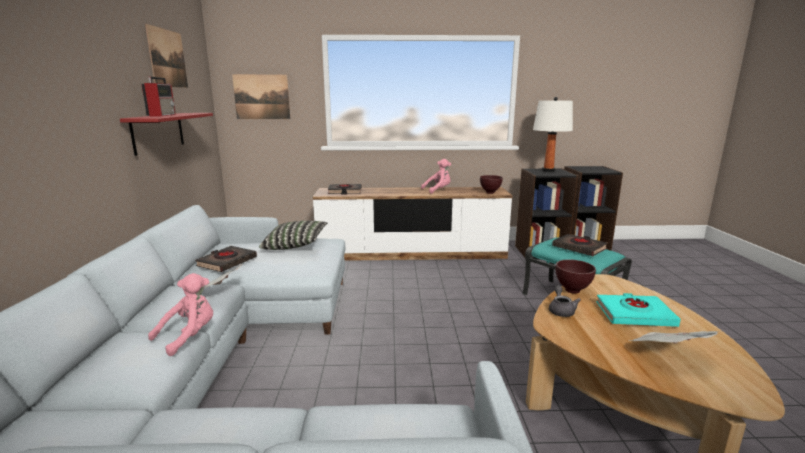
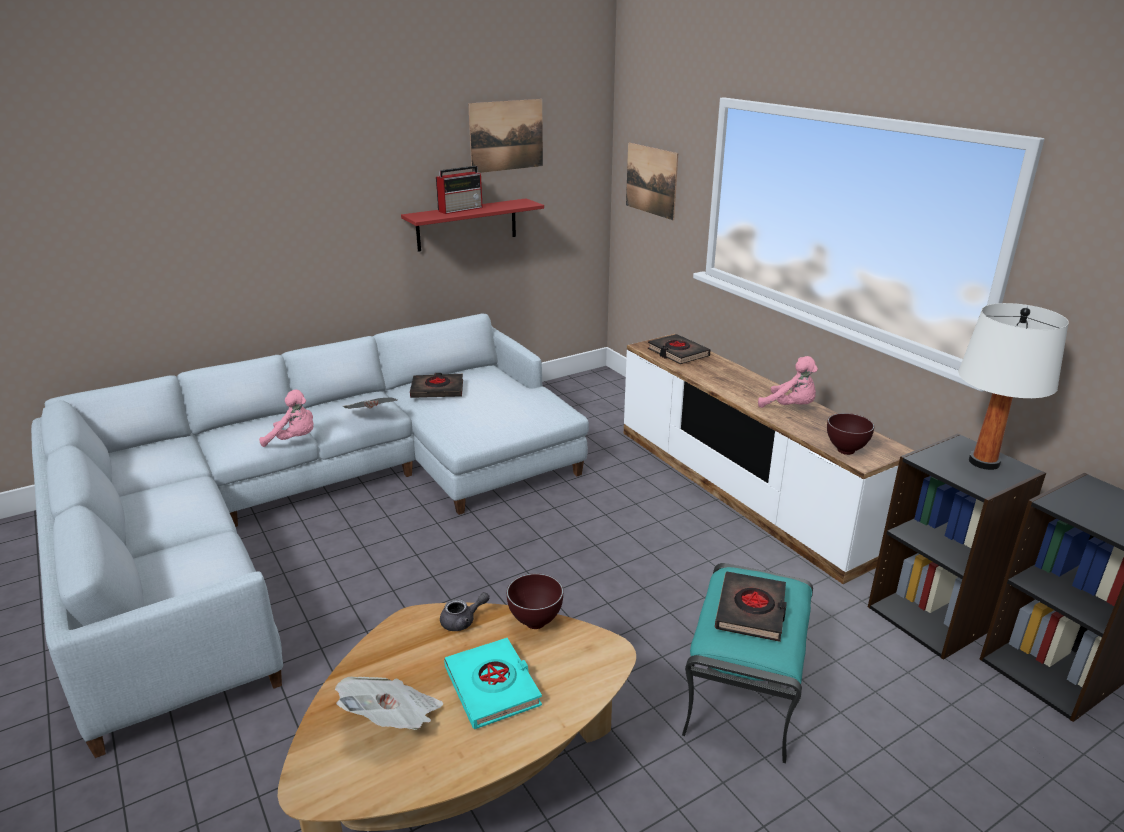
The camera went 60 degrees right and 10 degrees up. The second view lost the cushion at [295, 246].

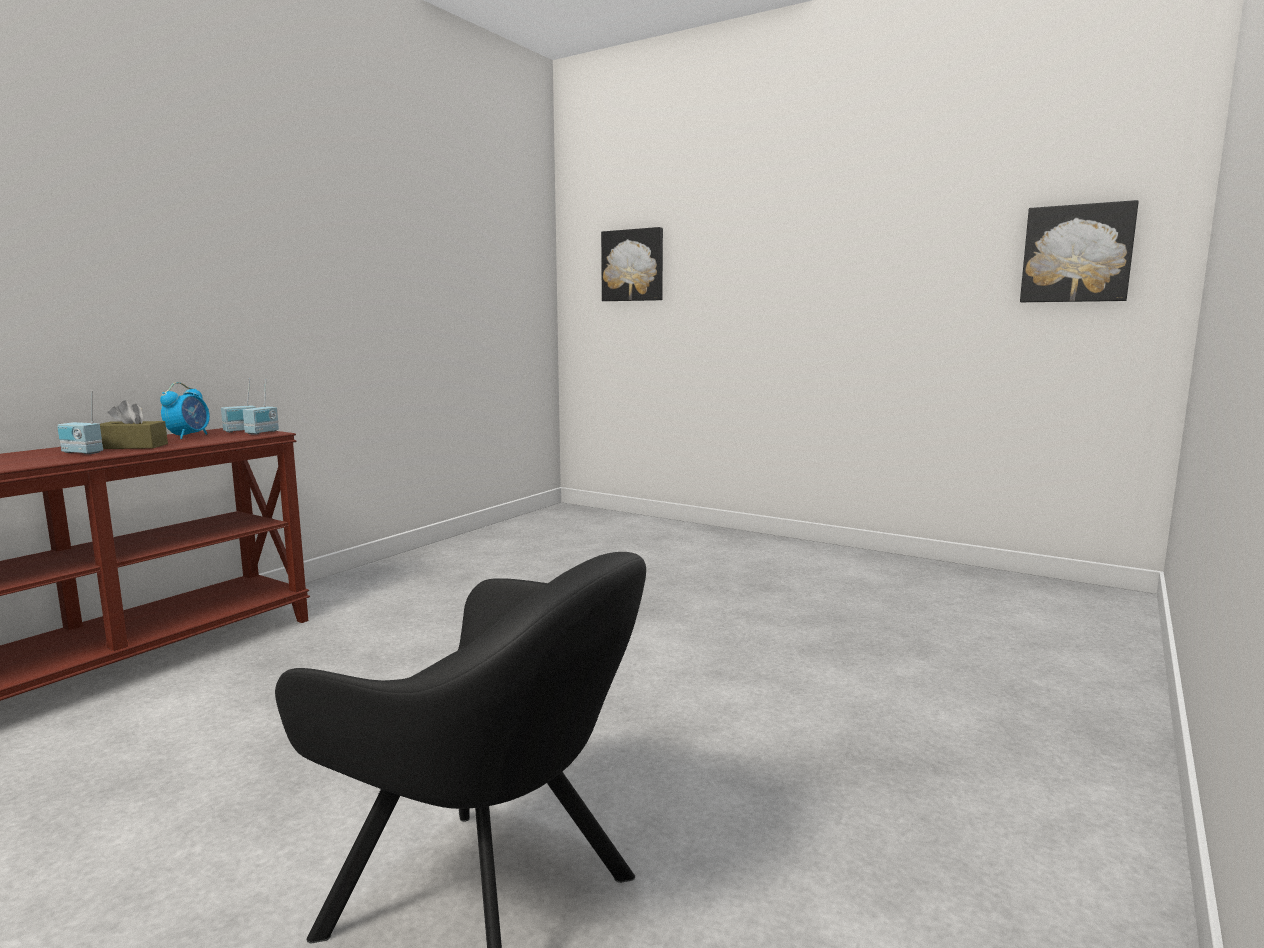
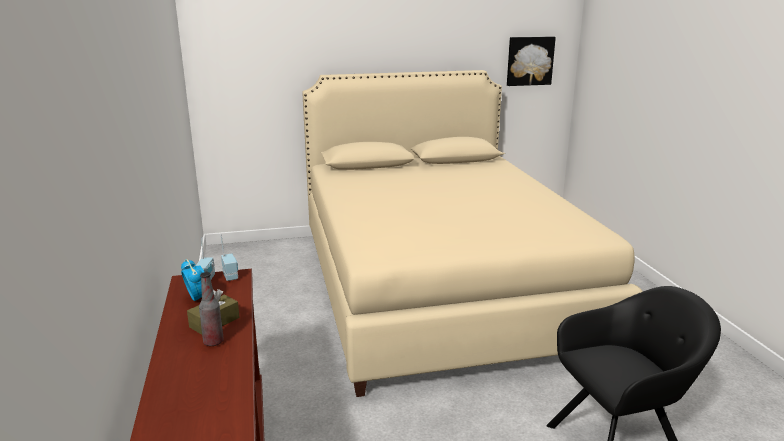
The camera went 45 degrees left and 10 degrees up. Where the radio set stood at [81, 453], the beverage bottle came to stand at [213, 342]. The second view lost the wall picture at [633, 265]. The second view gained the bedroom bed in beige at [439, 287].

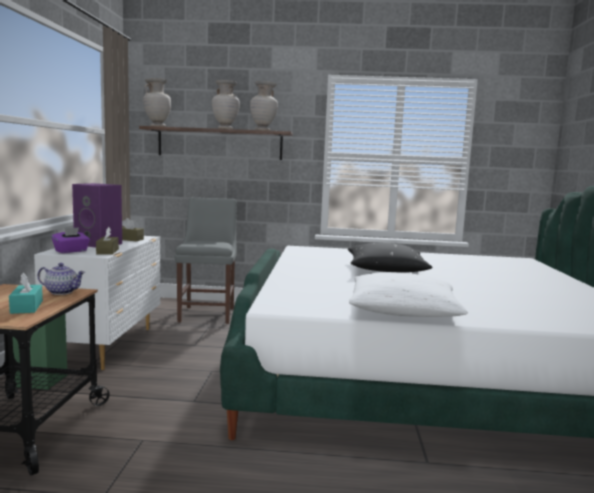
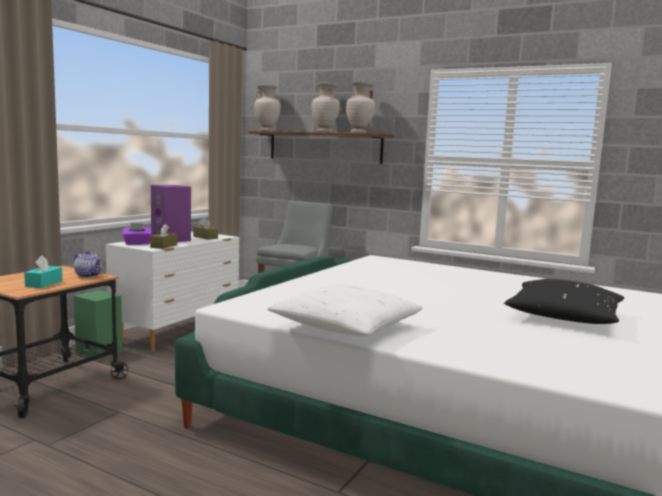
The camera went 25 degrees right and 0 degrees up. The cushion in black ended up elsewhere, having gone from [386, 270] to [563, 317].

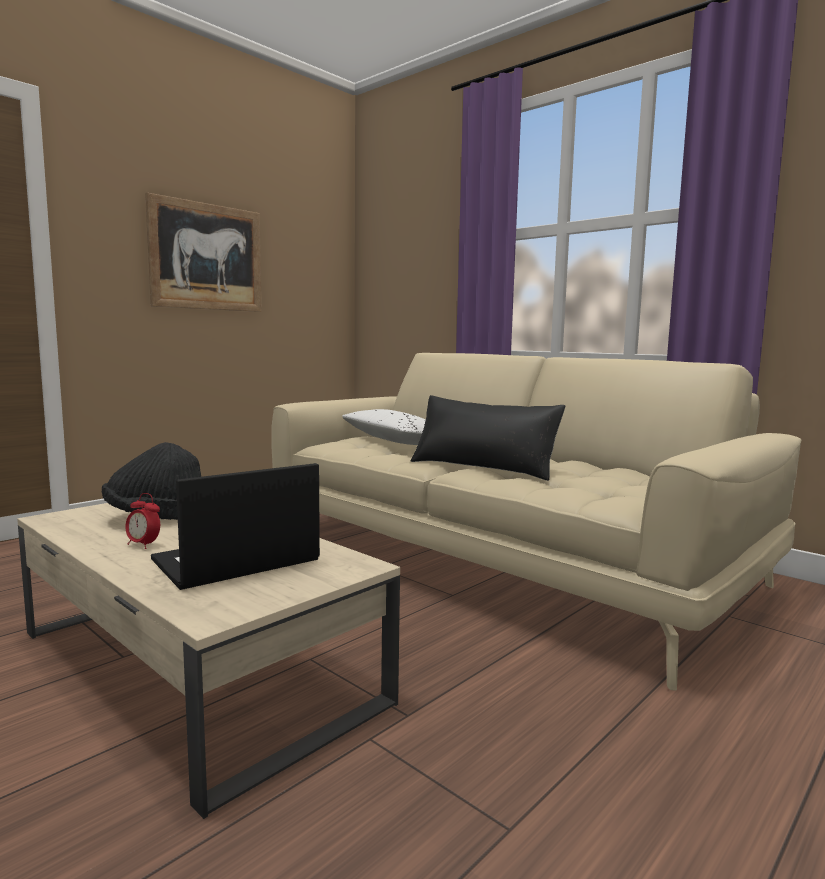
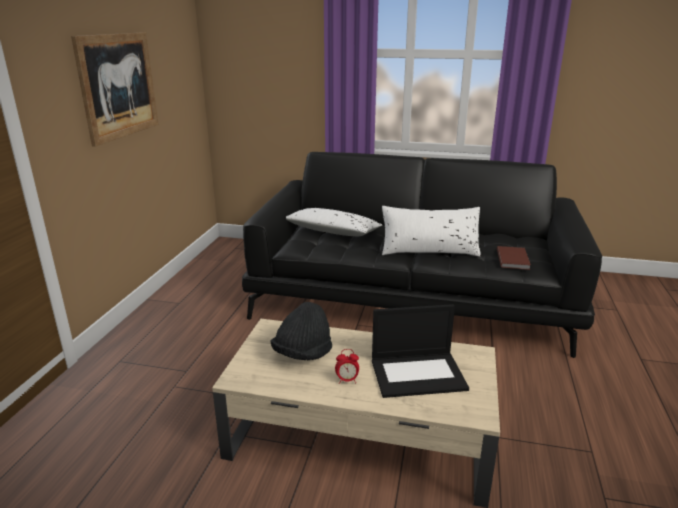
The camera went 30 degrees left and 15 degrees up. The laptop at [235, 561] ended up facing another way, 120 degrees counterclockwise from before. What was the settee in beige at [498, 560] turned into the settee in black at [413, 297]. What was the cushion in black at [483, 467] turned into the cushion in whitish at [429, 251]. The second view gained the volume in brownish at [513, 259].

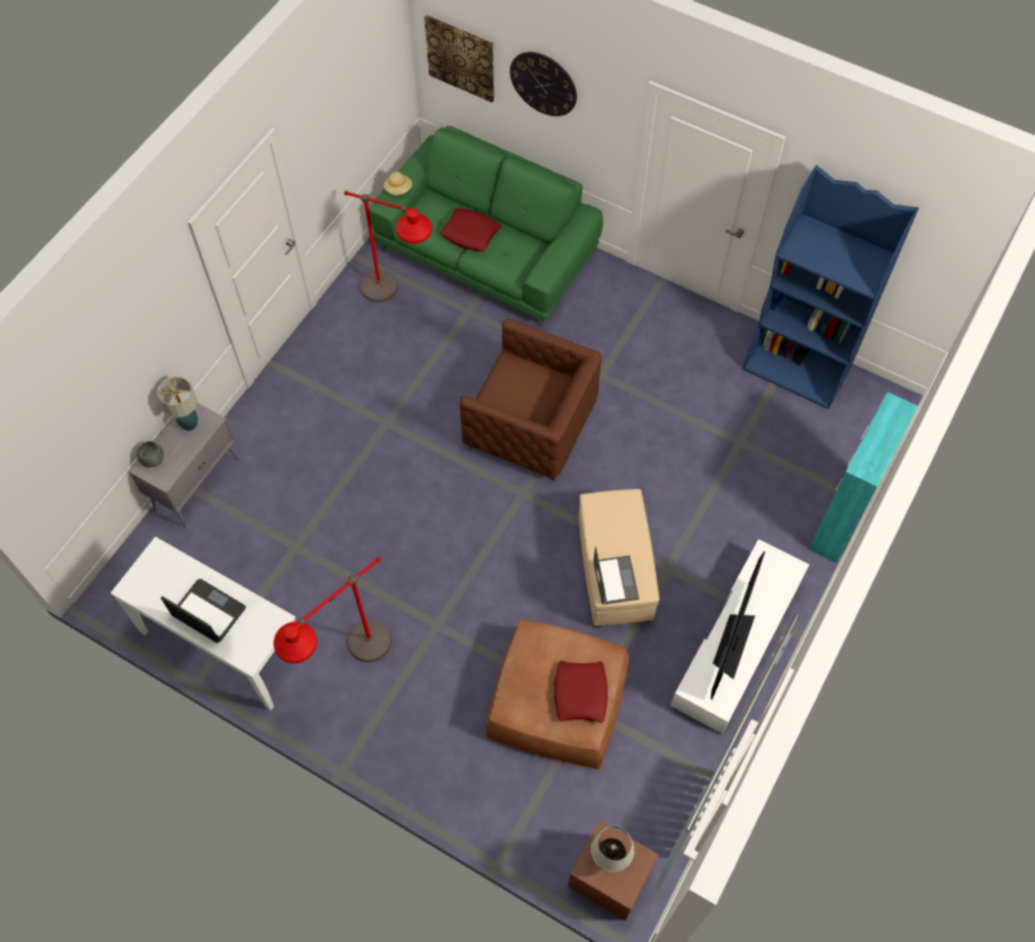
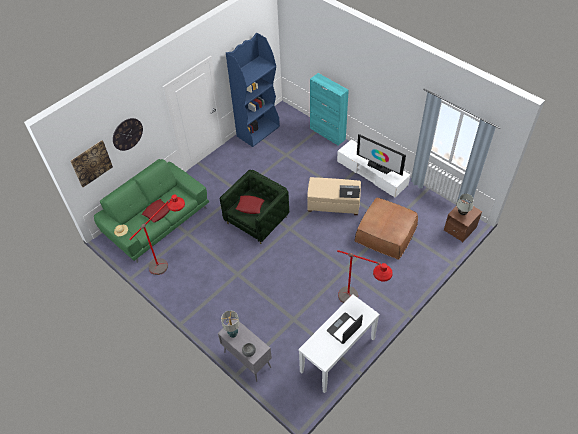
The camera went 75 degrees left and 10 degrees down. What was the lounge chair in brownish at [530, 426] turned into the lounge chair in green-coloured at [257, 220]. The cushion in red ended up elsewhere, having gone from [580, 694] to [250, 206].

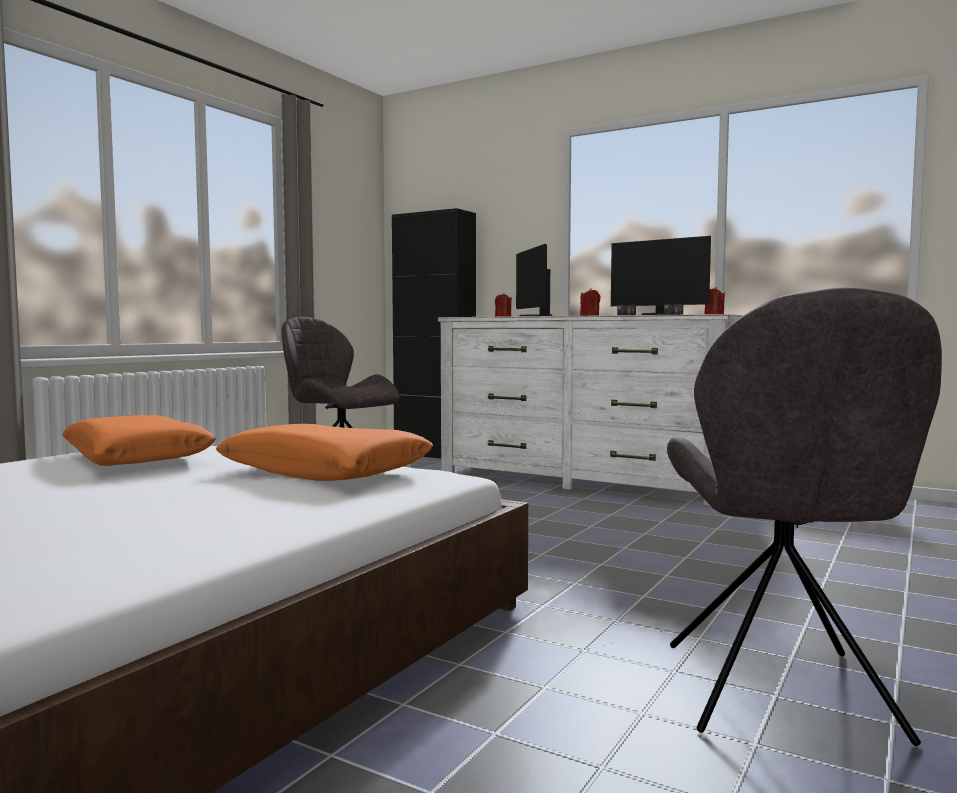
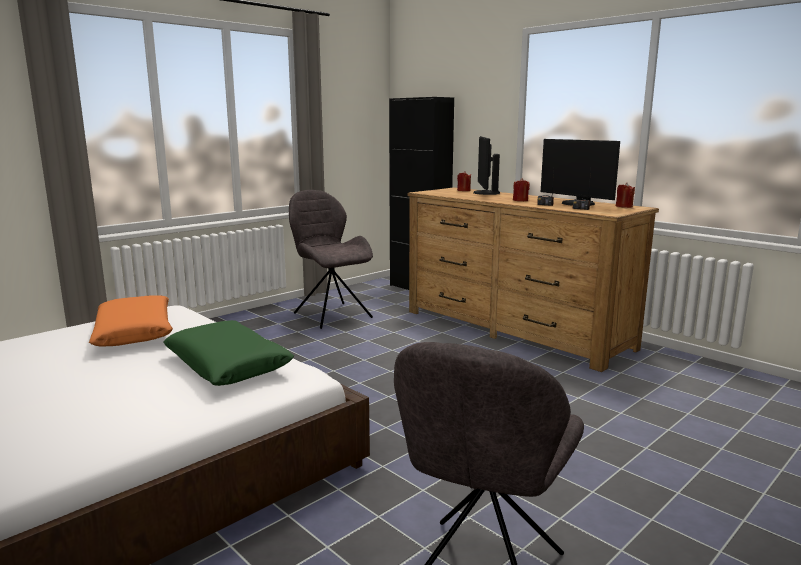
The camera went 15 degrees right and 10 degrees up. What was the cushion in orange-coloured at [324, 472] turned into the cushion in green-coloured at [228, 365]. What was the drawer chest in whitish at [585, 481] turned into the drawer chest in brownish at [514, 329].

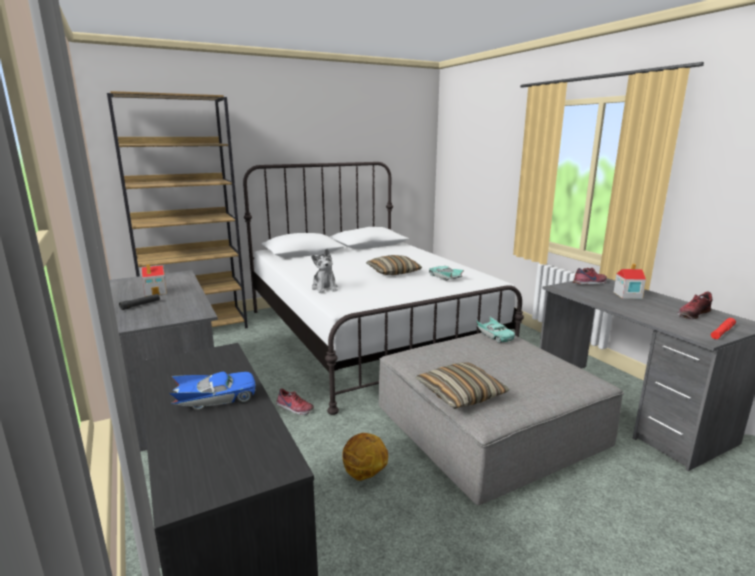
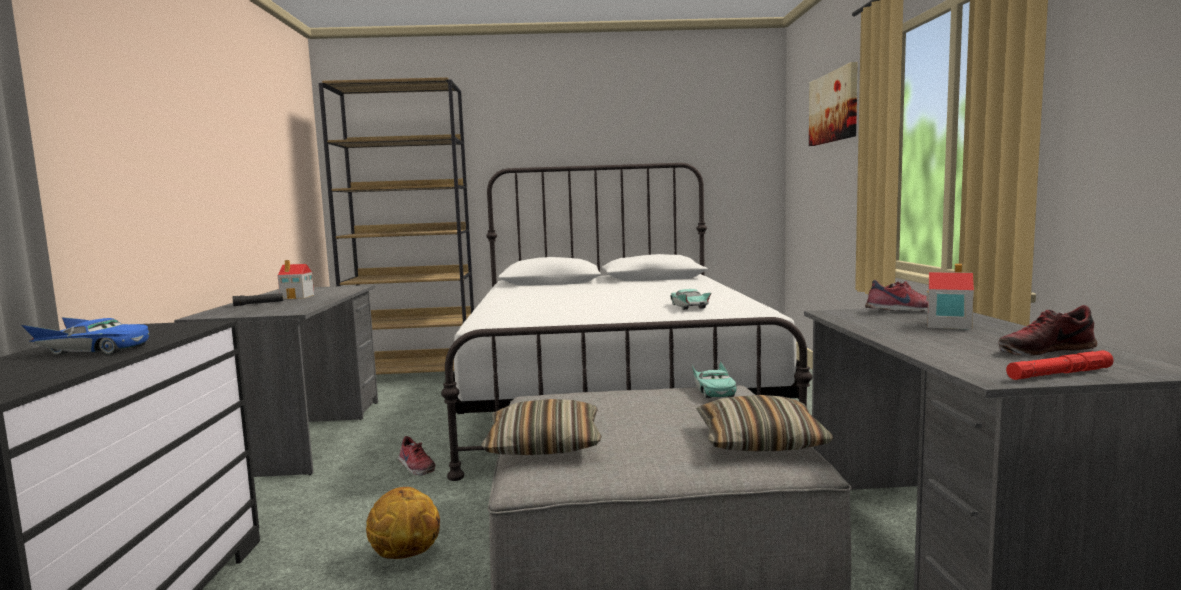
The camera went 25 degrees right and 10 degrees down. The second view lost the cuddly toy at [325, 288]. The cushion ended up elsewhere, having gone from [393, 272] to [759, 441]. The second view gained the wall picture at [834, 107].

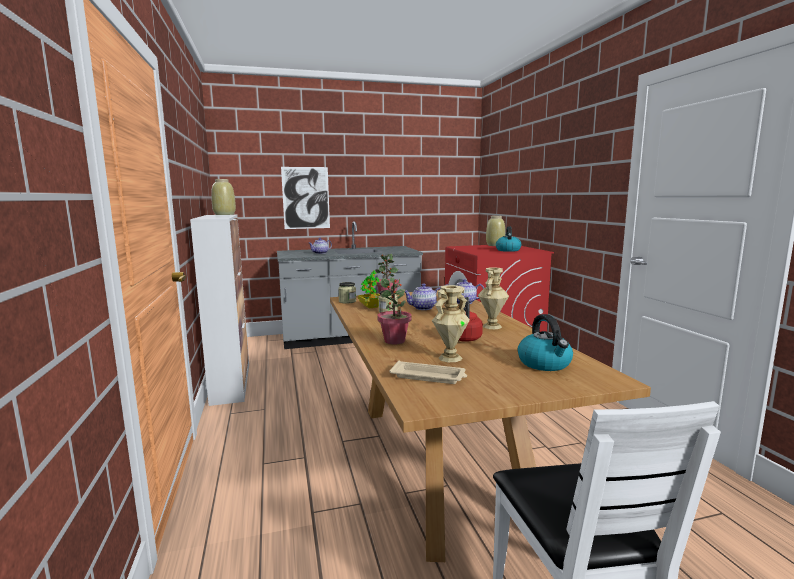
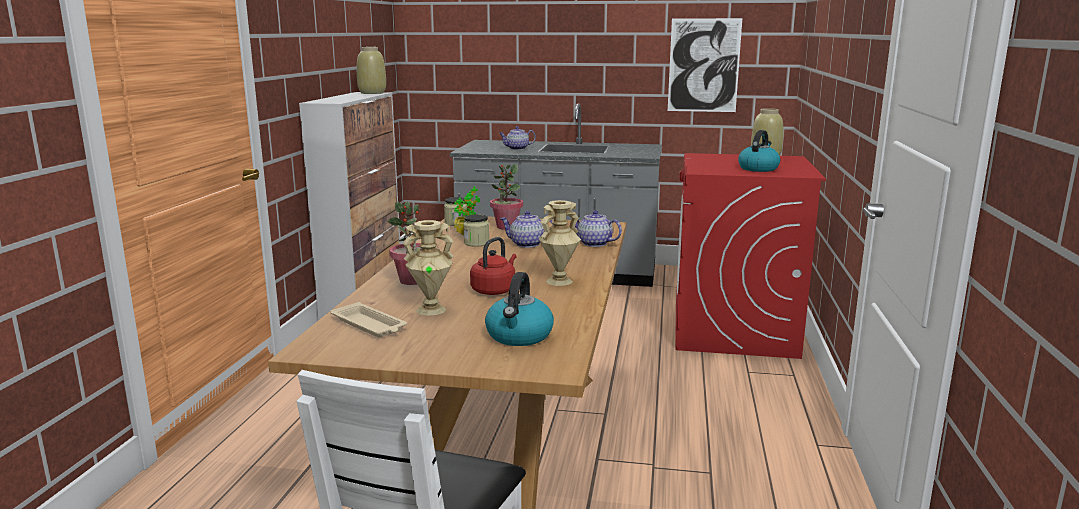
The camera went 25 degrees right and 5 degrees up. The wall picture ended up elsewhere, having gone from [306, 198] to [704, 65].

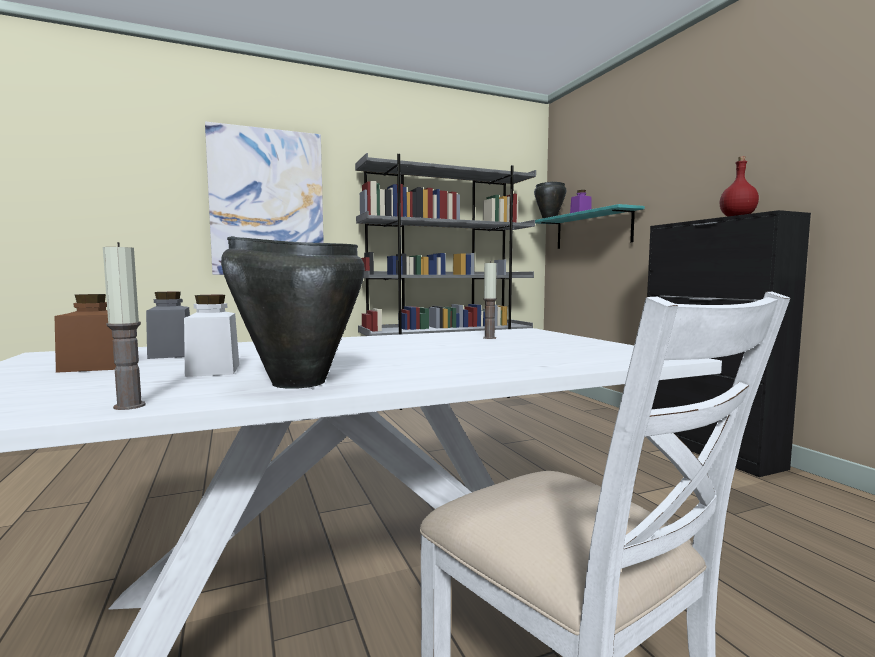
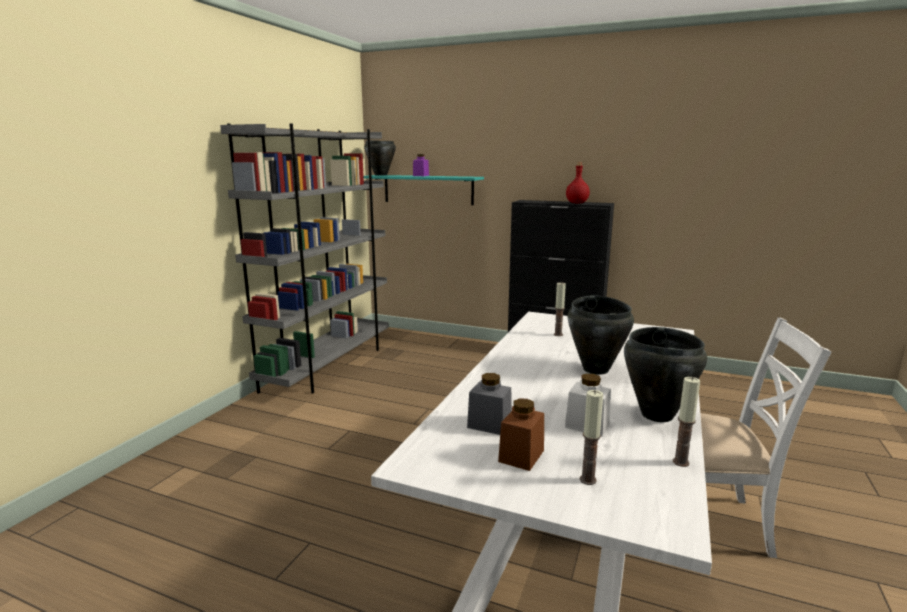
The camera went 45 degrees left and 10 degrees up. The second view lost the wall picture at [267, 203]. The second view gained the saucepot in black at [596, 369]. The second view gained the candle at [587, 480].

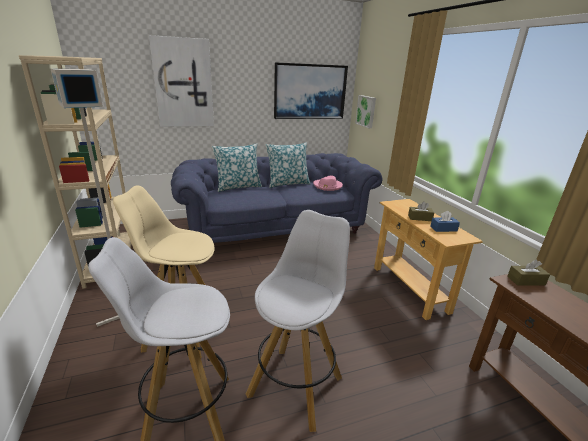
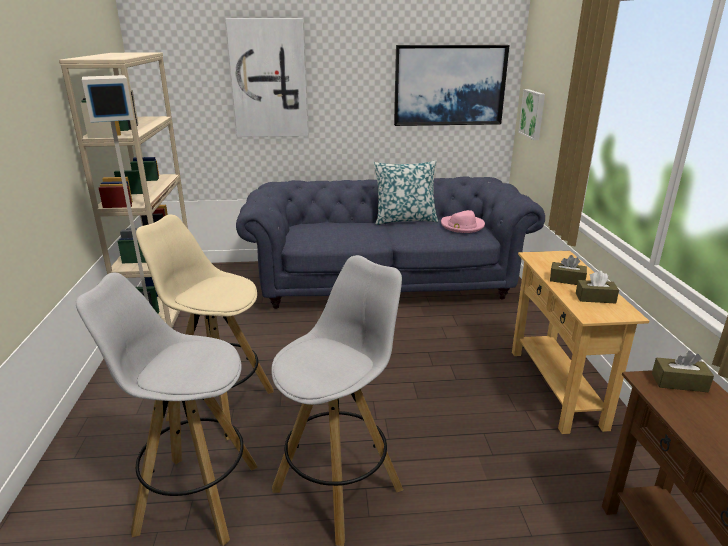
The camera went 15 degrees right and 0 degrees up. The second view lost the cushion at [238, 187]. What was the tissue holder in blue at [443, 229] turned into the tissue holder in brownish at [595, 298].

